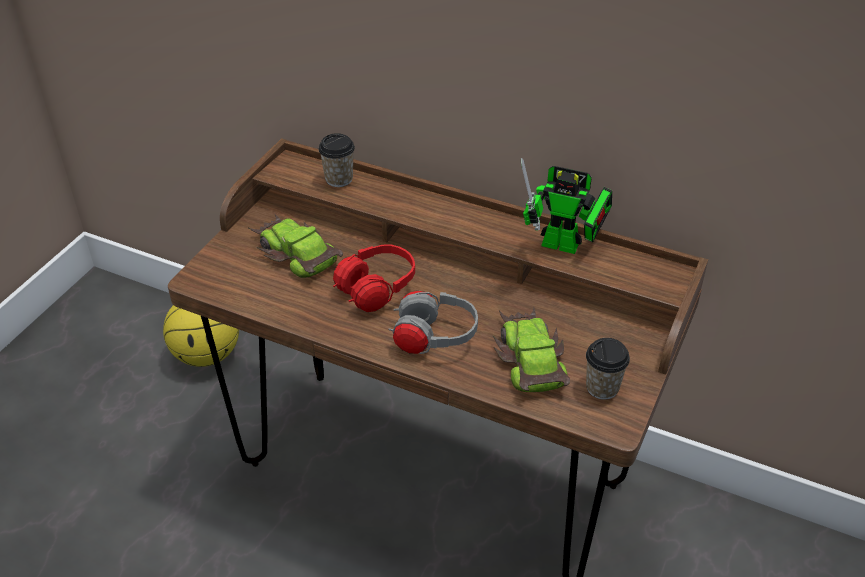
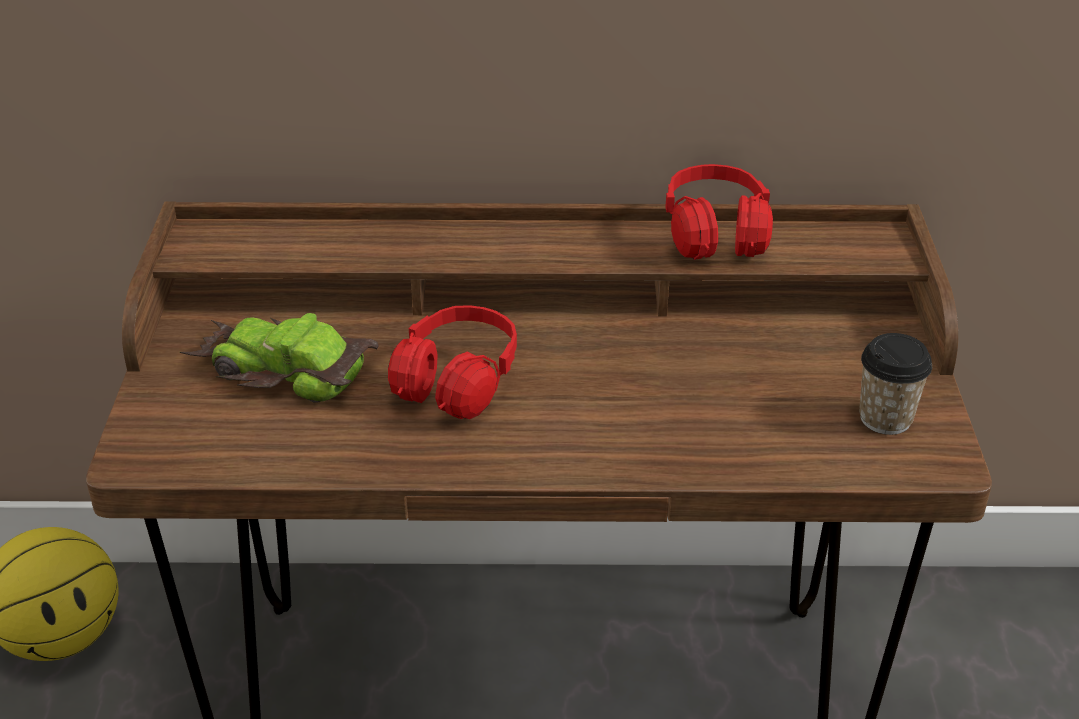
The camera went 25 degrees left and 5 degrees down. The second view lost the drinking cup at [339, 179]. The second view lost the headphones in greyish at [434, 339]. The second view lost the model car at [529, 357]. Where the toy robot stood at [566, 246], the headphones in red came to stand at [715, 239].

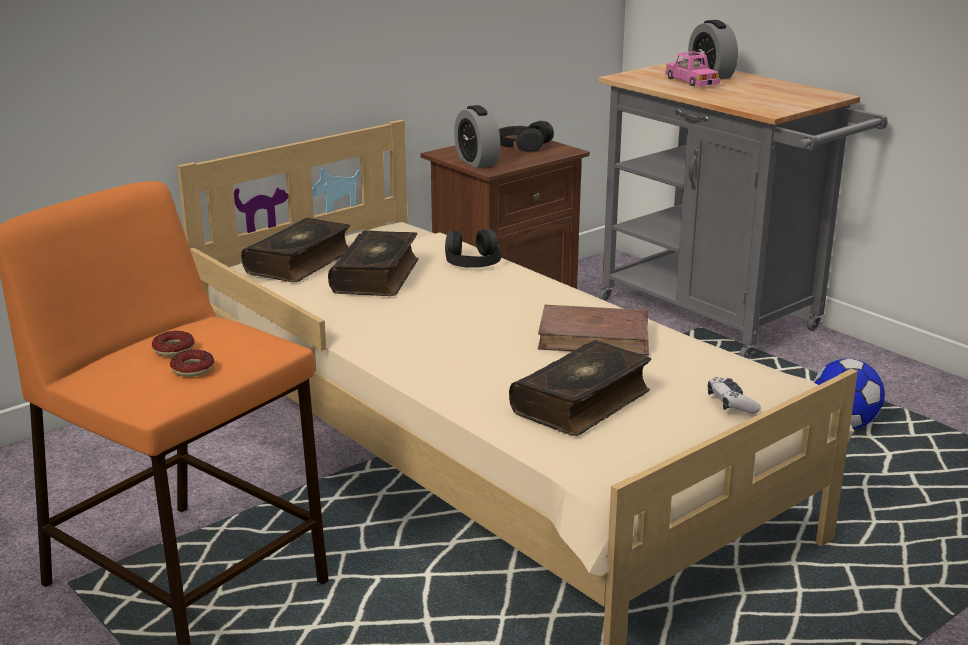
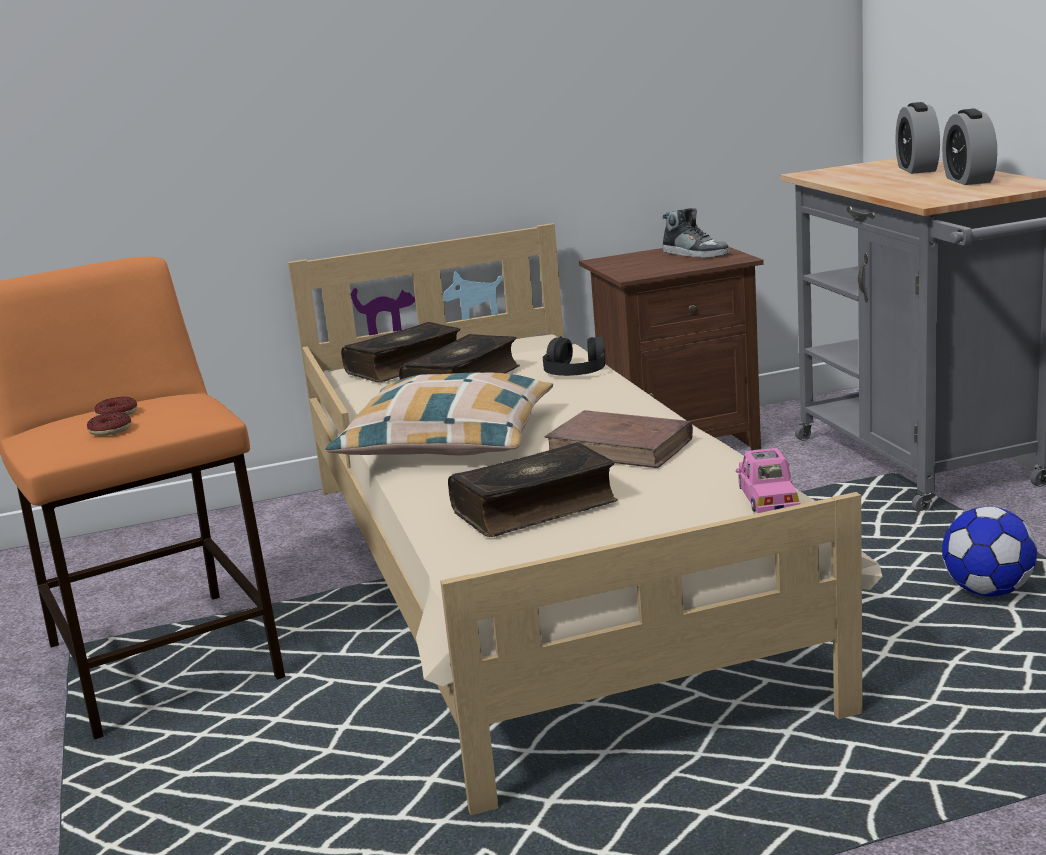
The camera went 25 degrees right and 5 degrees down. The table clock ended up elsewhere, having gone from [477, 161] to [968, 180]. Where the headphones in black stood at [522, 145], the shoe came to stand at [695, 253]. The model car in pink ended up elsewhere, having gone from [690, 82] to [766, 498]. The second view lost the gamepad at [731, 403]. The second view gained the cushion at [448, 441].

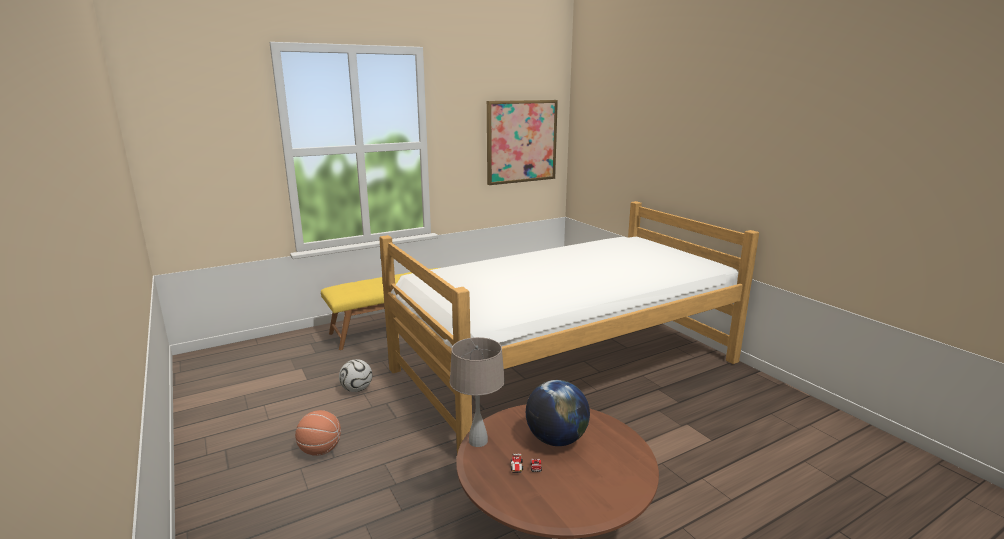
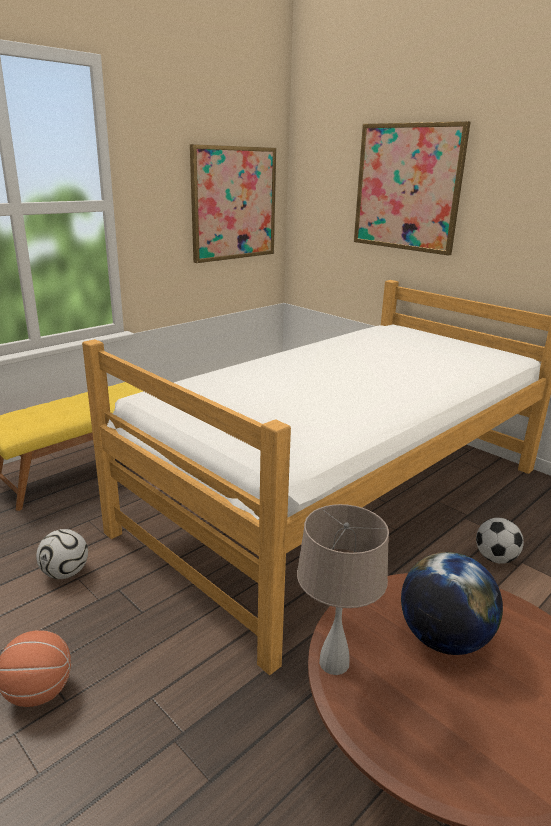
The camera went 15 degrees left and 5 degrees up. The second view lost the model car at [526, 468]. The second view gained the wall picture at [407, 187]. The second view gained the football at [495, 558].

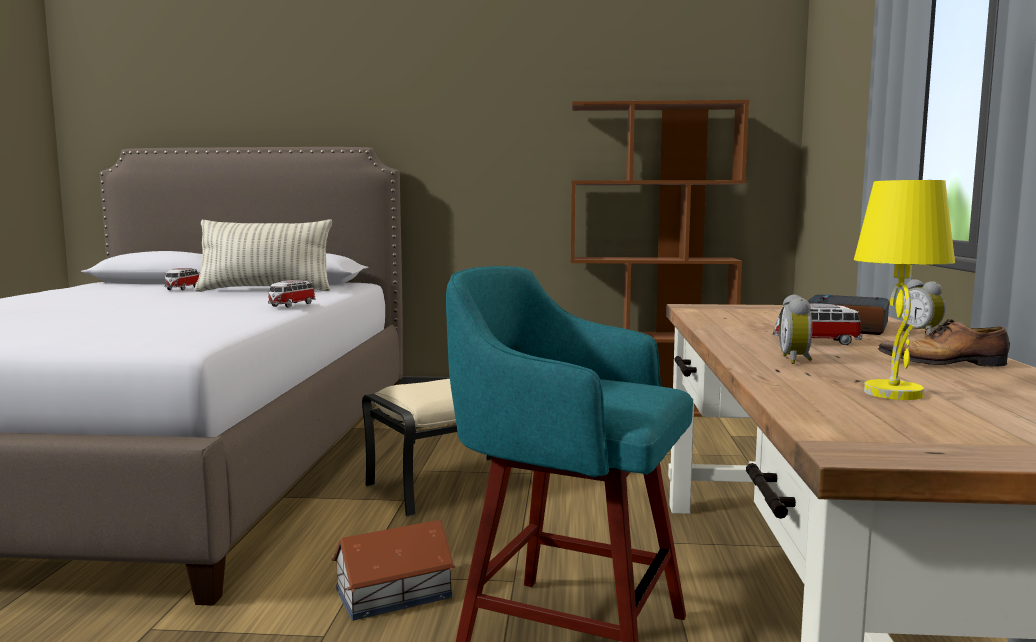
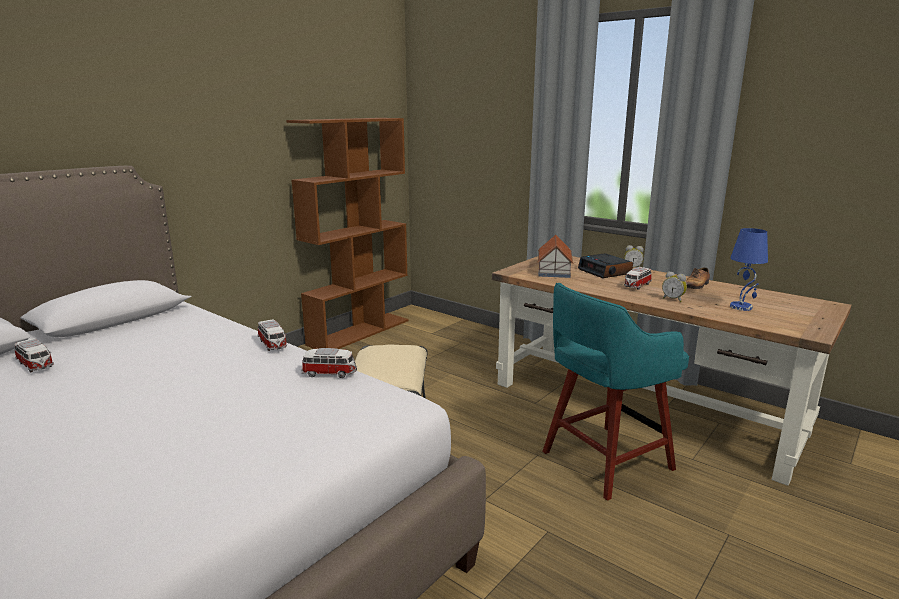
The camera went 55 degrees left and 10 degrees up. The second view lost the cushion at [265, 290]. The miniature house ended up elsewhere, having gone from [395, 593] to [554, 270]. What was the lamp for a table in yellow-coloured at [895, 393] turned into the lamp for a table in blue at [741, 307]. The second view gained the model car at [330, 373].

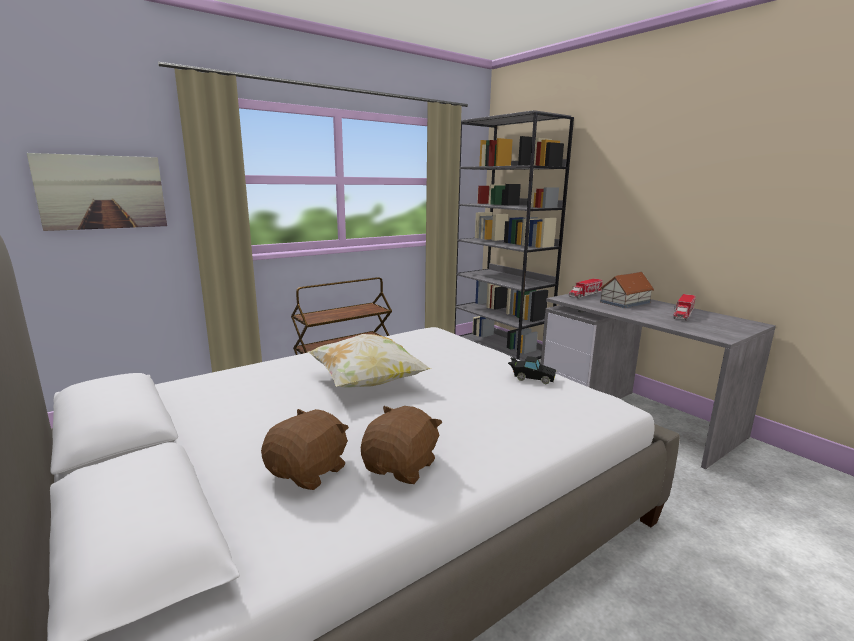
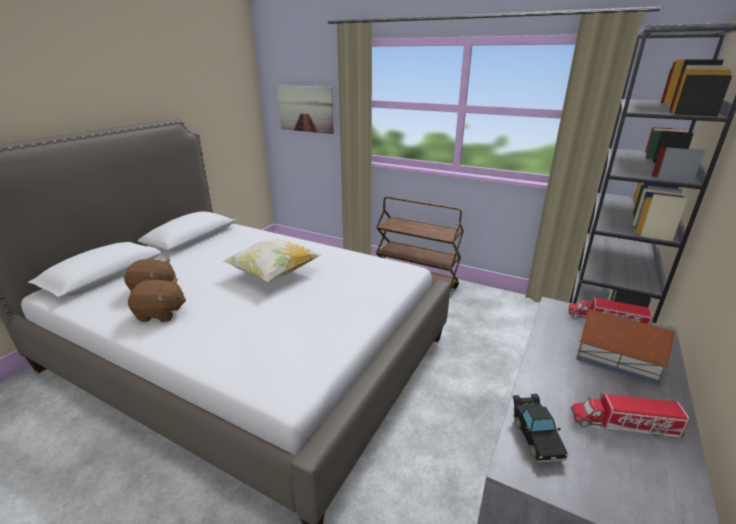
The camera went 65 degrees right and 10 degrees up. The model car in black ended up elsewhere, having gone from [531, 378] to [535, 436].

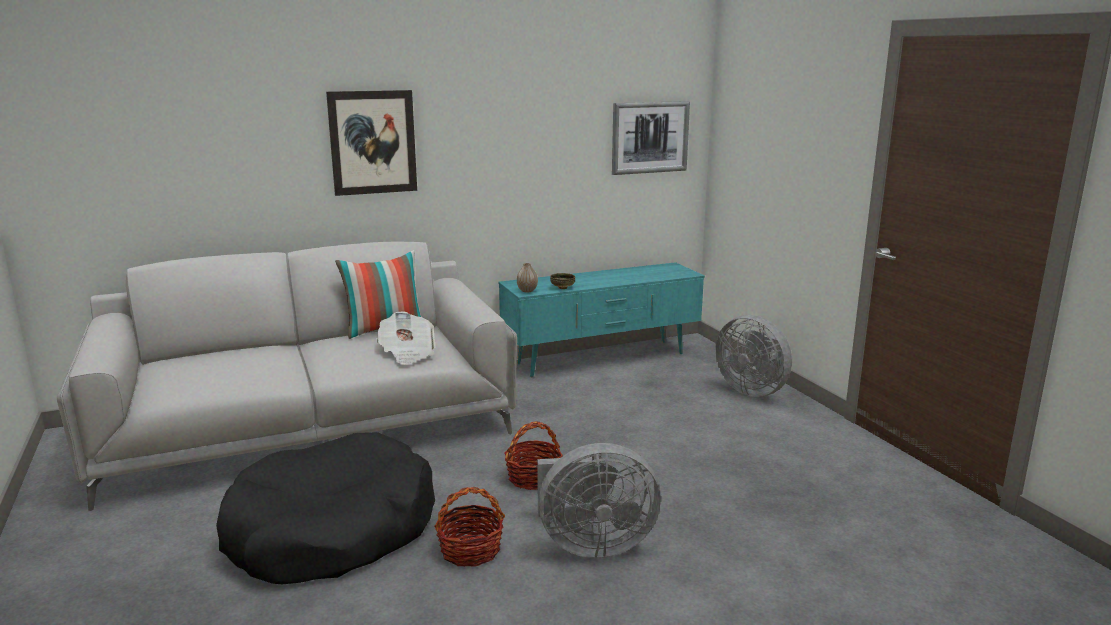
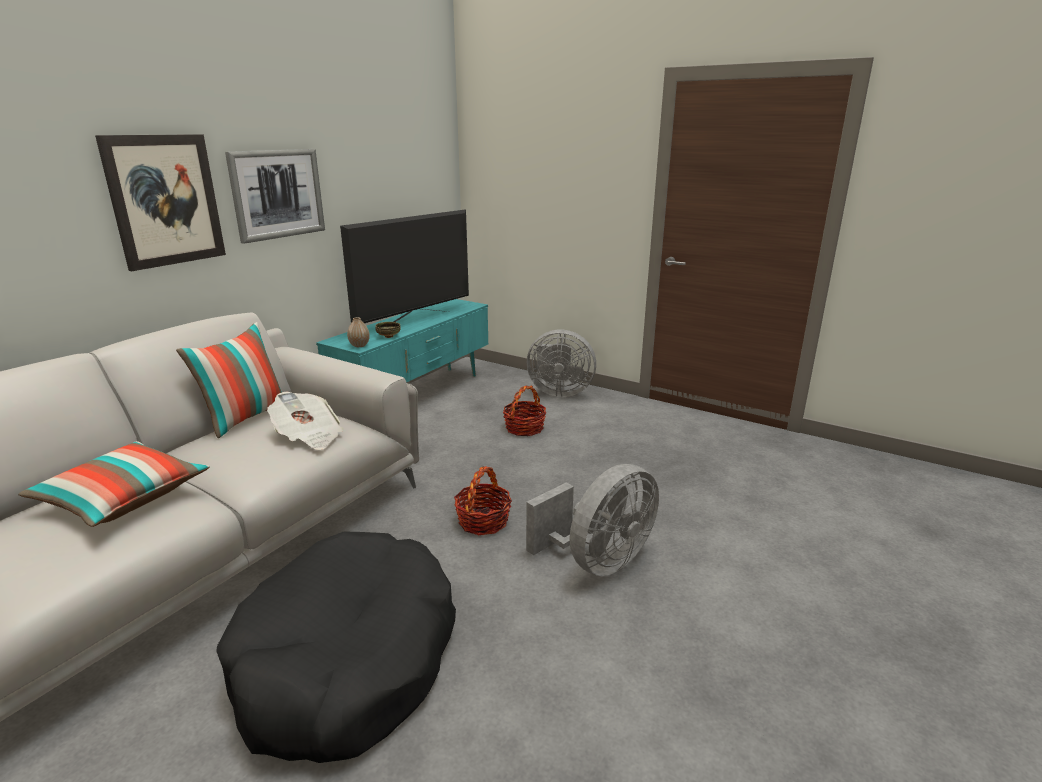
The camera went 35 degrees left and 5 degrees up. The basket ended up elsewhere, having gone from [470, 550] to [524, 428]. The wall picture ended up elsewhere, having gone from [650, 137] to [277, 194]. The second view gained the cushion at [123, 499]. The second view gained the TV set at [415, 321].

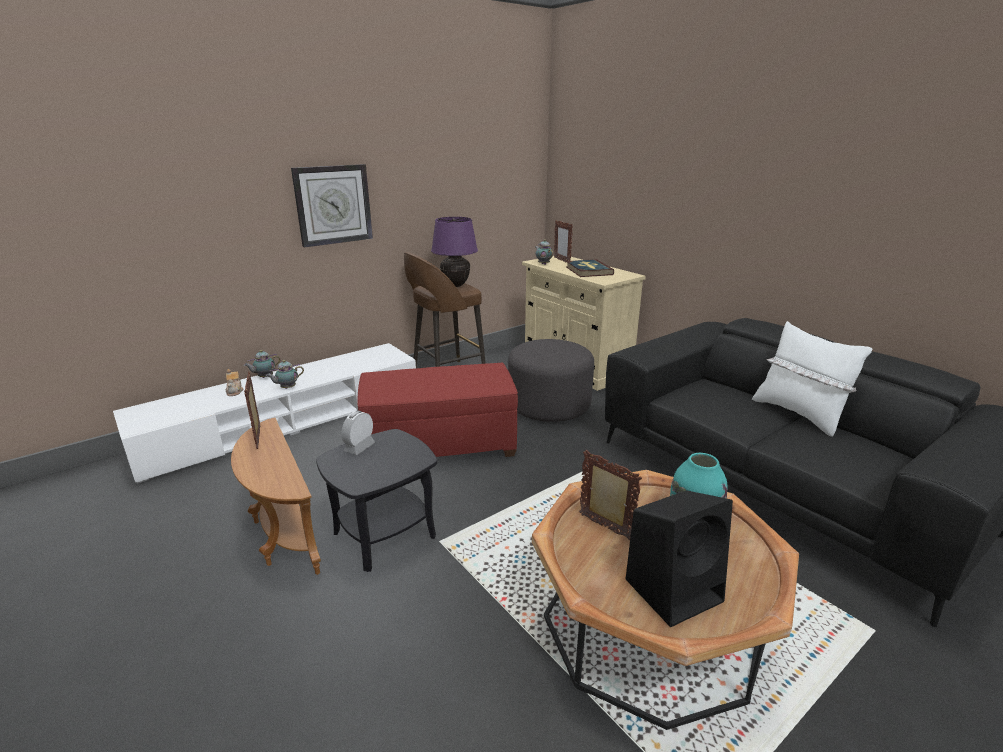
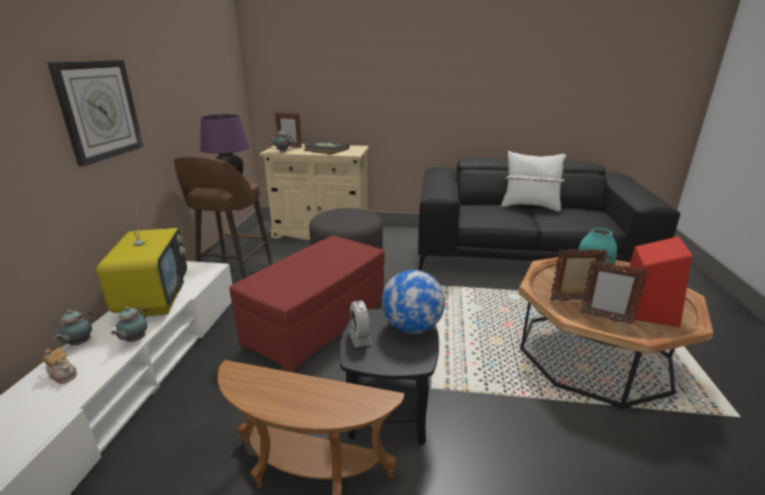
The camera went 45 degrees left and 0 degrees up. The photo frame ended up elsewhere, having gone from [259, 437] to [605, 318]. What was the audio speaker in black at [674, 589] turned into the audio speaker in red at [647, 310]. The second view gained the TV set at [154, 300]. The second view gained the world globe at [412, 328].

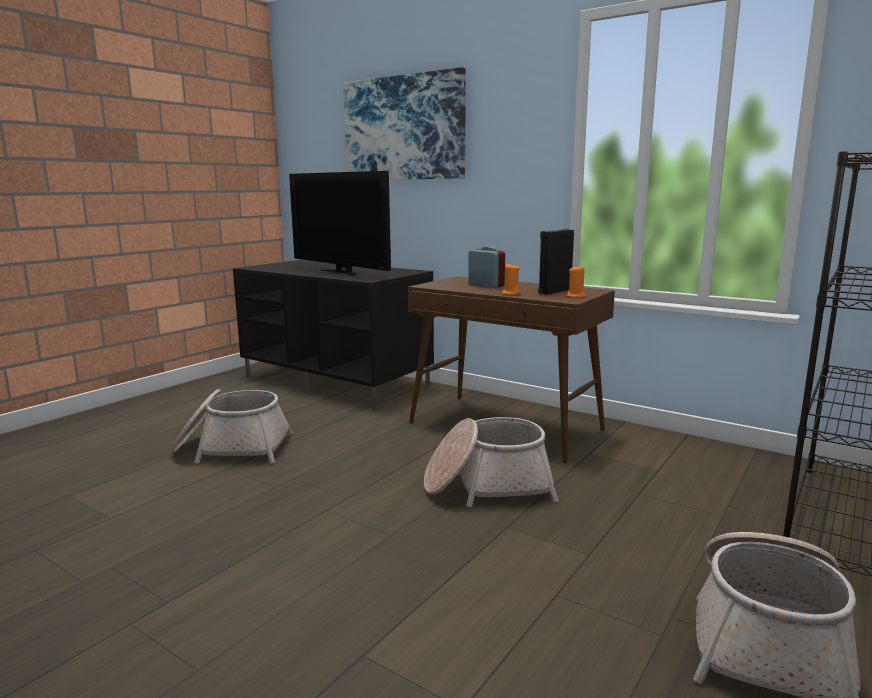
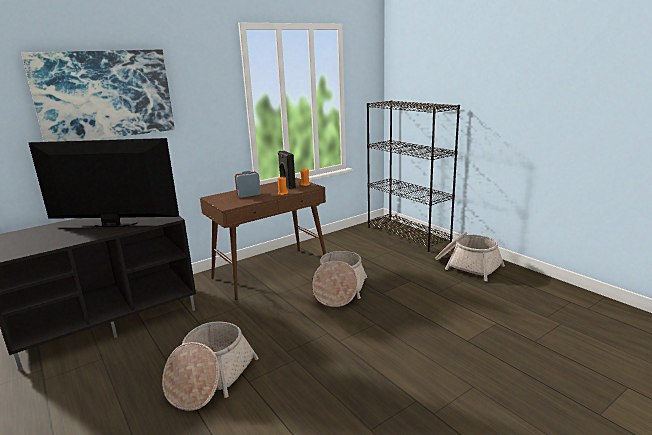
The camera went 70 degrees left and 5 degrees up. The TV set at [341, 272] ended up facing another way, 150 degrees counterclockwise from before.

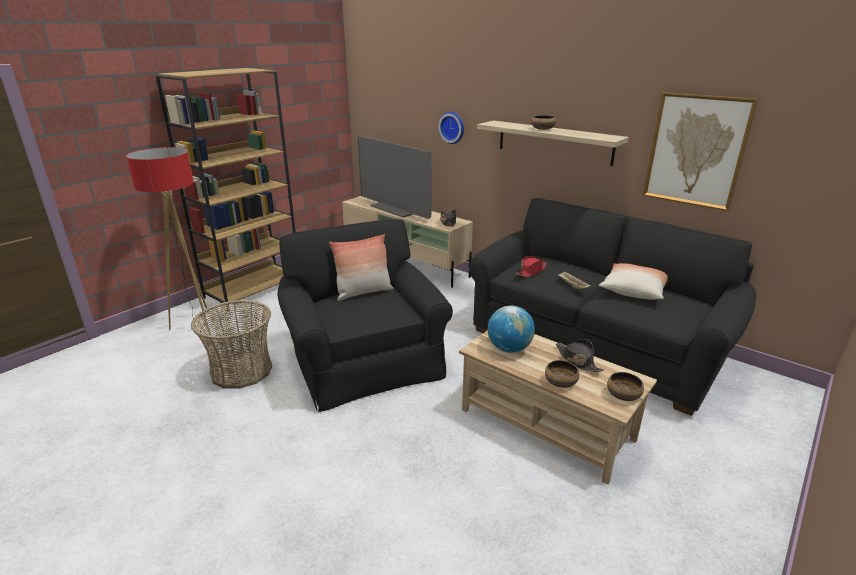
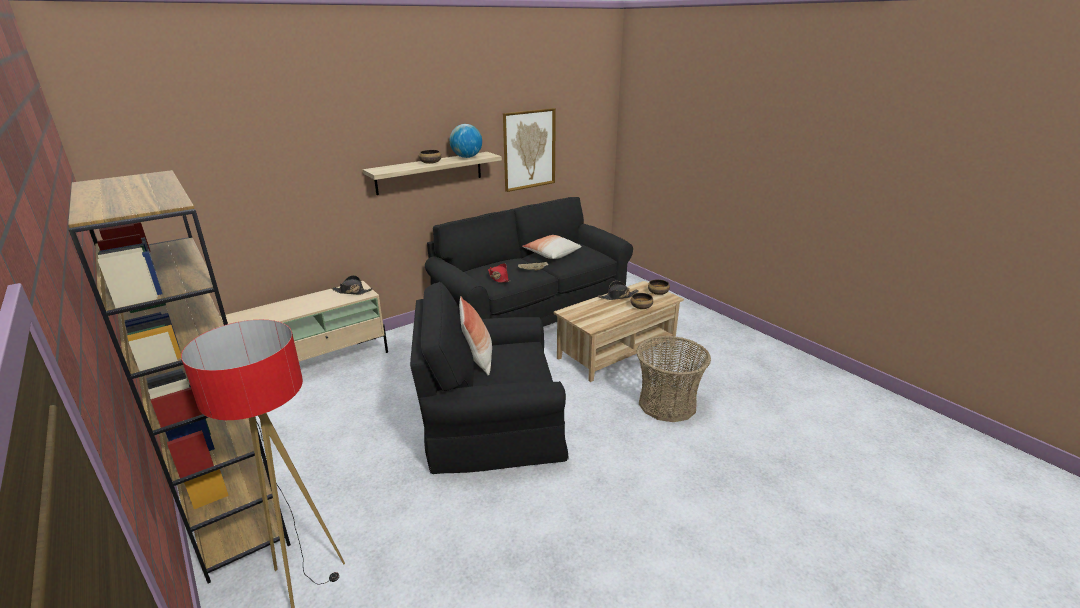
The camera went 75 degrees left and 0 degrees up. The basket ended up elsewhere, having gone from [241, 370] to [667, 404]. The second view lost the TV set at [396, 209]. The second view lost the hanging clock at [453, 127]. The world globe ended up elsewhere, having gone from [509, 348] to [466, 157].

